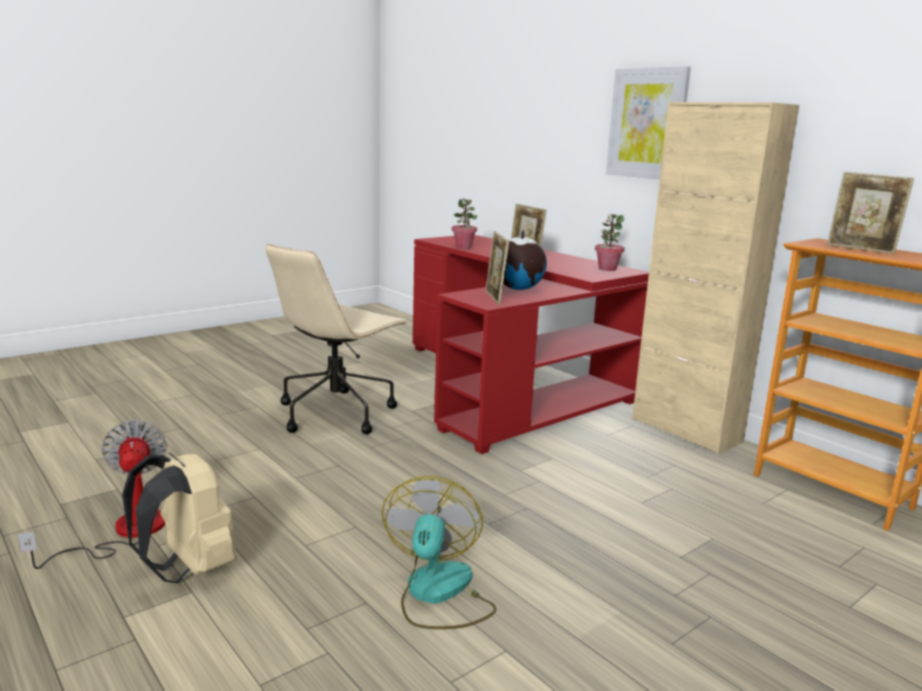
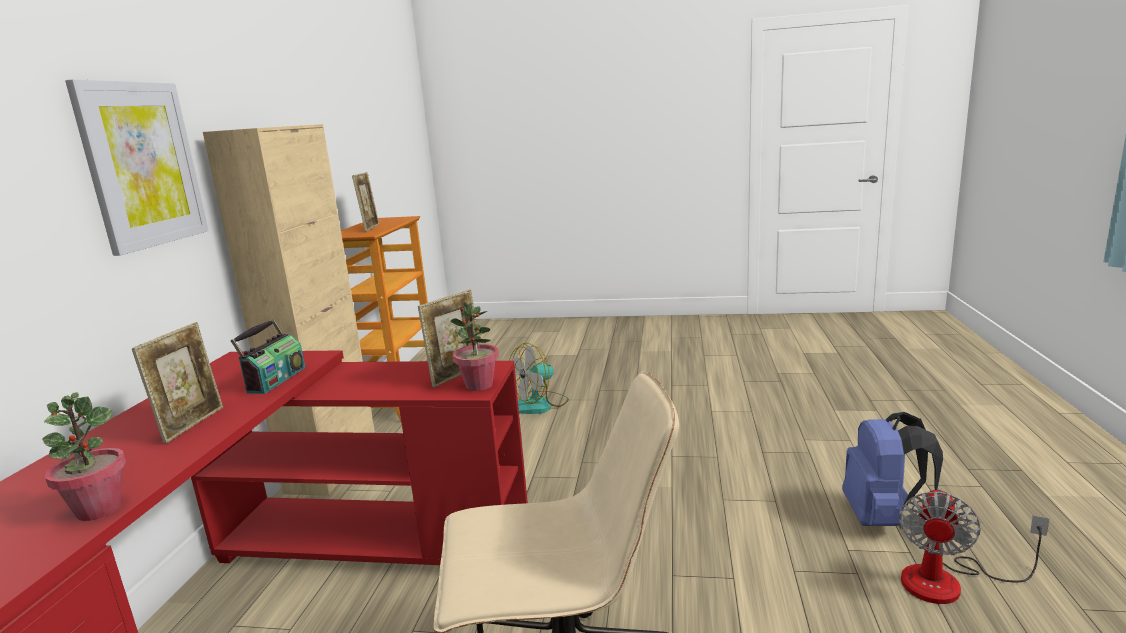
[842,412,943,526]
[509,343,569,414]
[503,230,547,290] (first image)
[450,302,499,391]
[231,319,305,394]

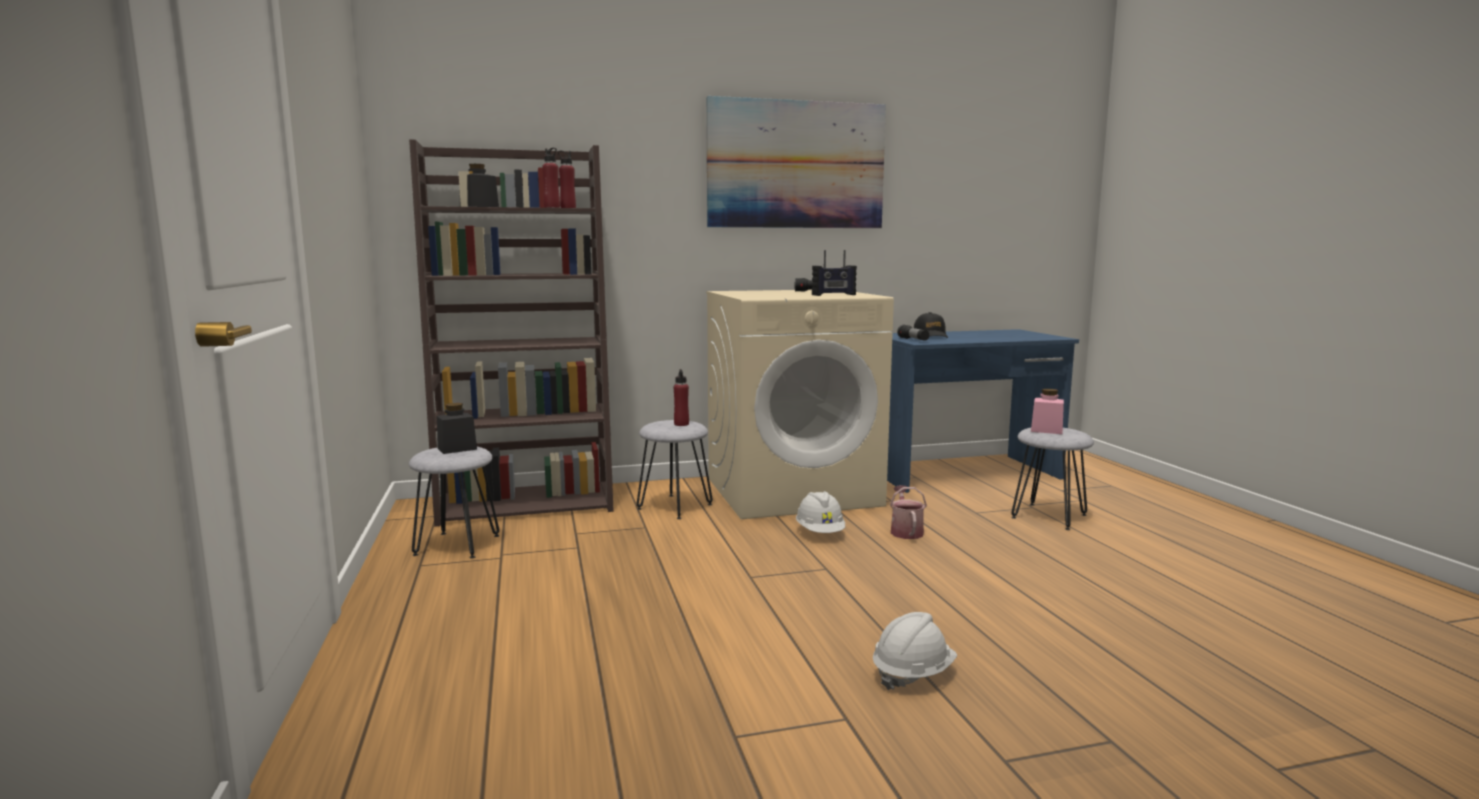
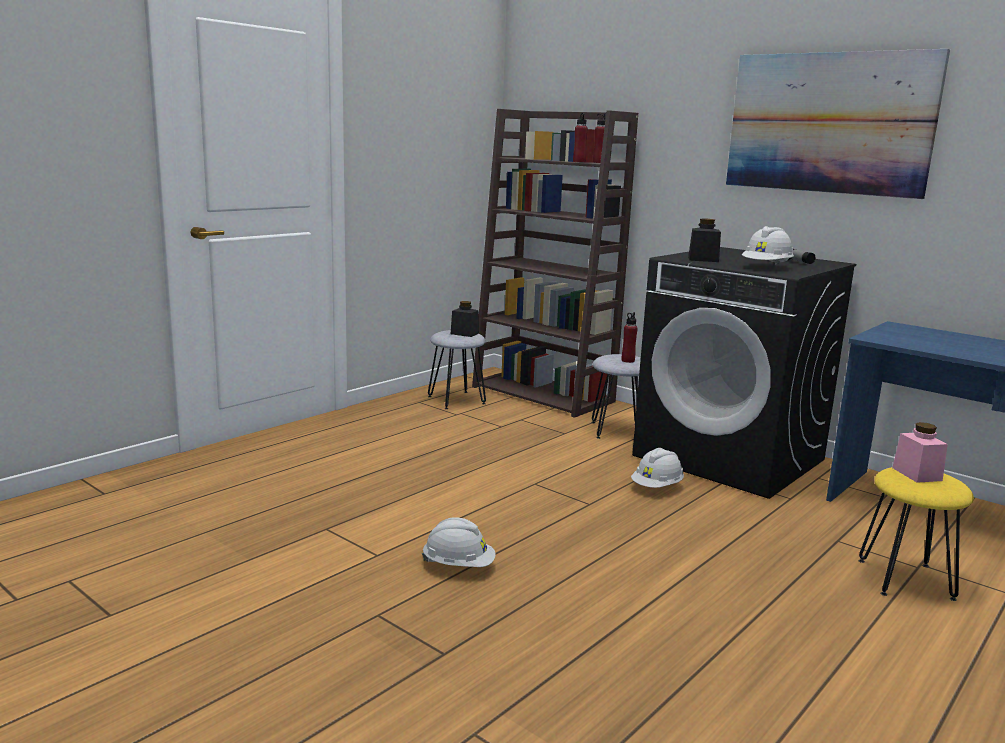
[688,218,721,262]
[632,247,856,499]
[742,226,794,265]
[890,485,927,539] (first image)
[897,325,929,341] (first image)
[914,312,948,338] (first image)
[859,467,974,601]

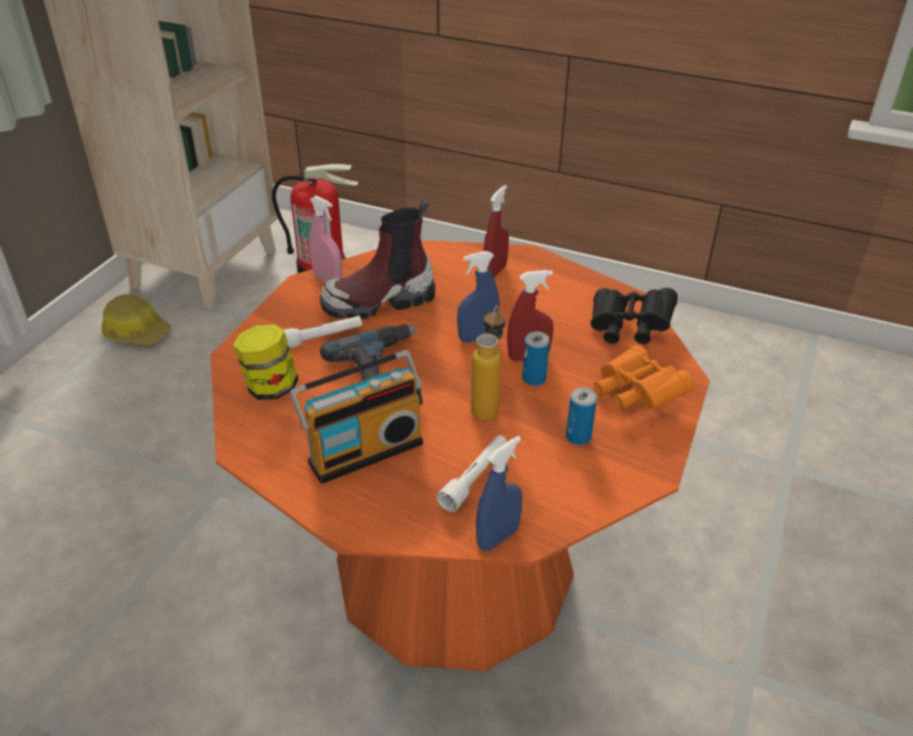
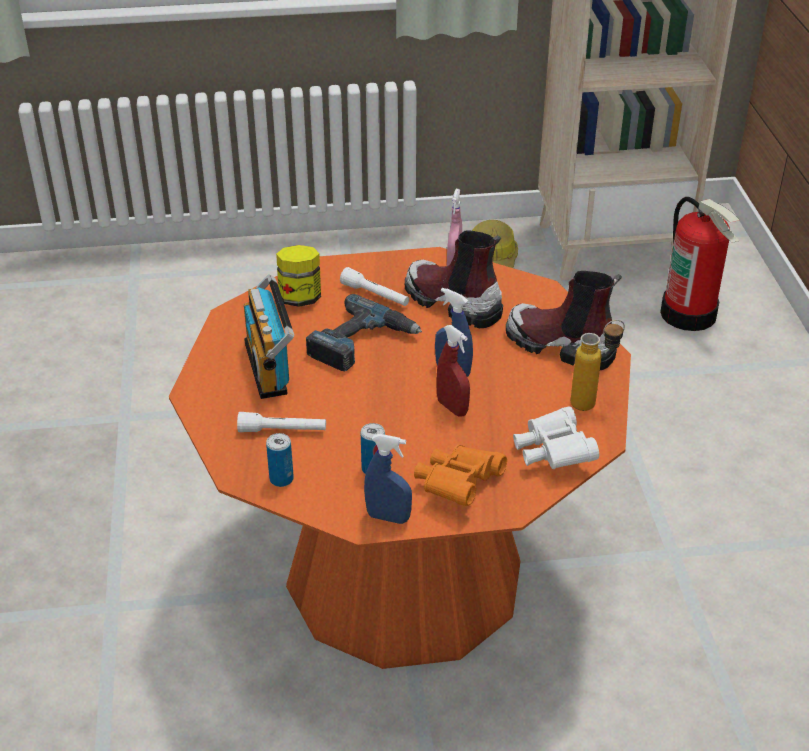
[244,274,294,399]
[571,320,625,411]
[364,434,412,524]
[506,271,622,370]
[266,433,294,487]
[513,406,599,469]

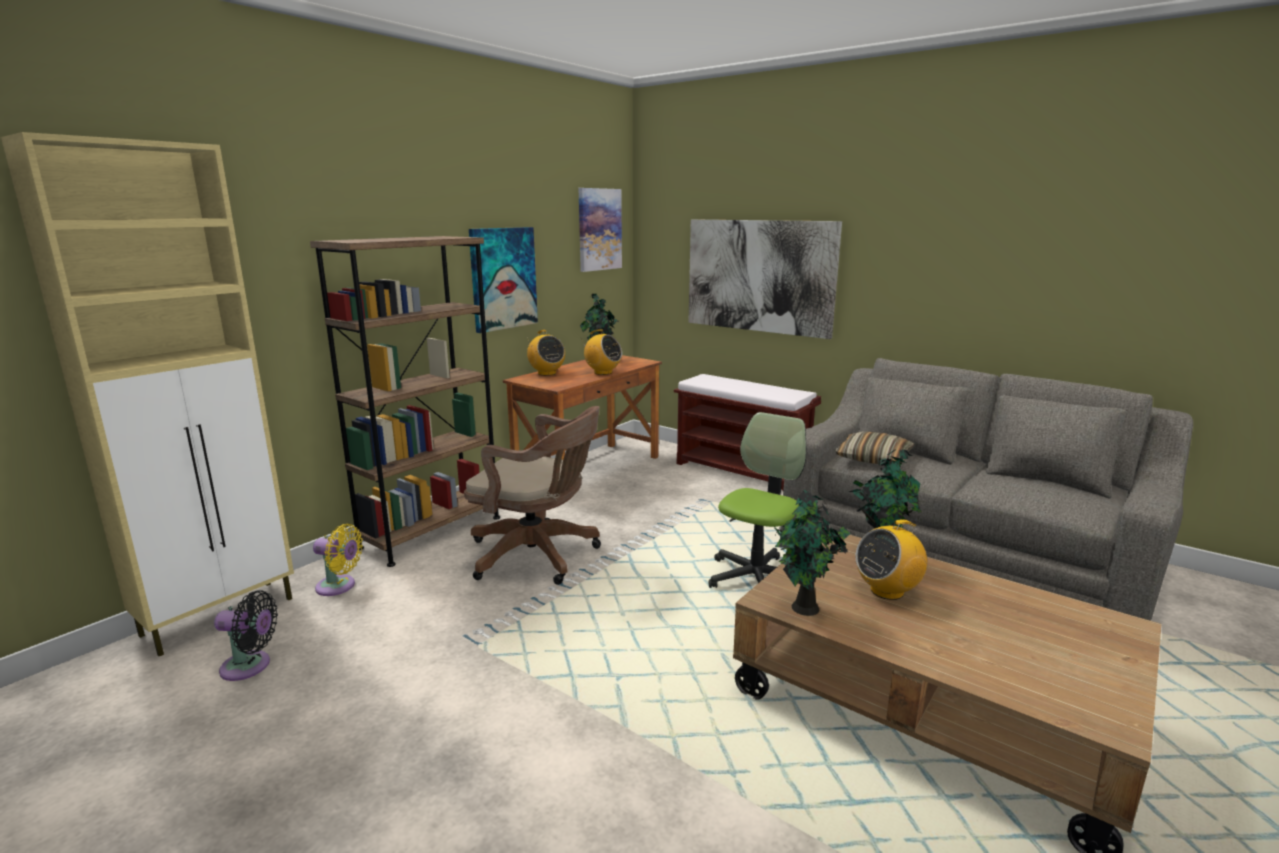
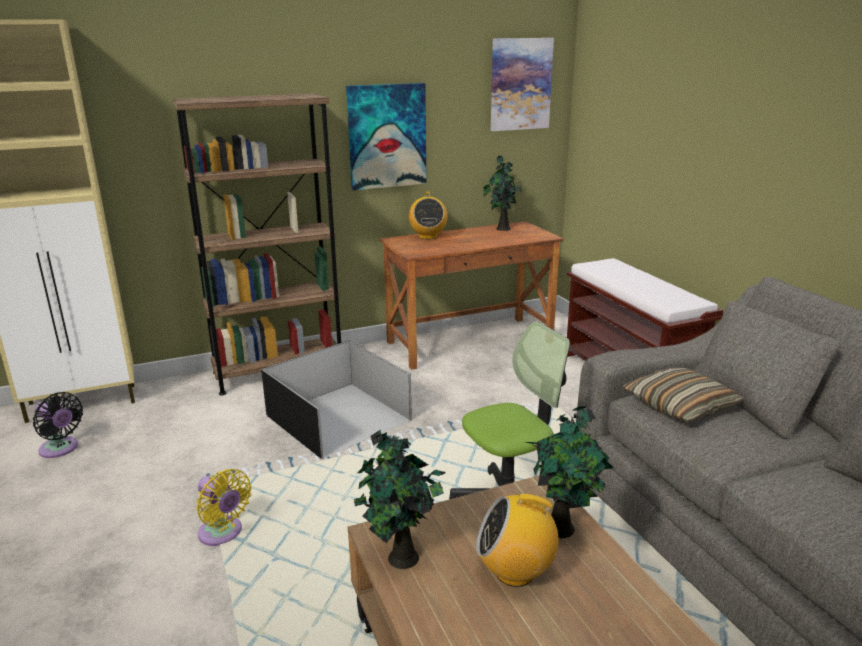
[196,469,252,546]
[261,340,412,459]
[580,329,622,375] (first image)
[688,219,842,339] (first image)

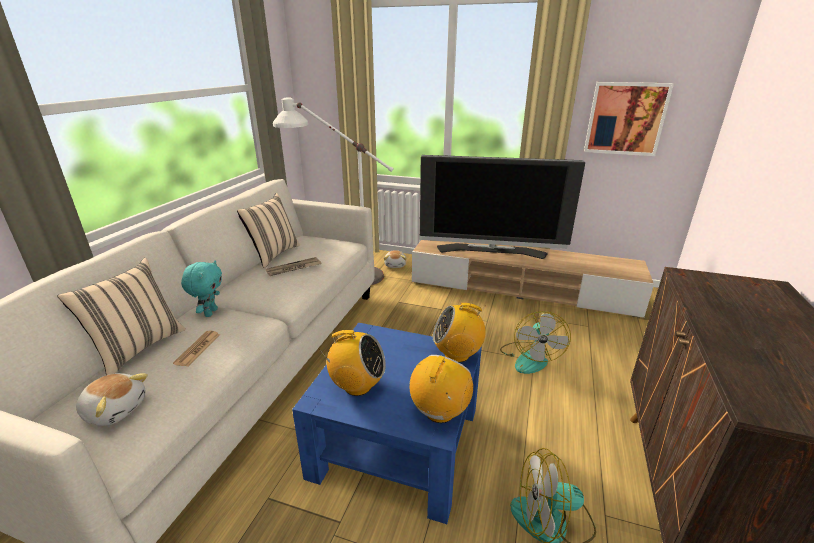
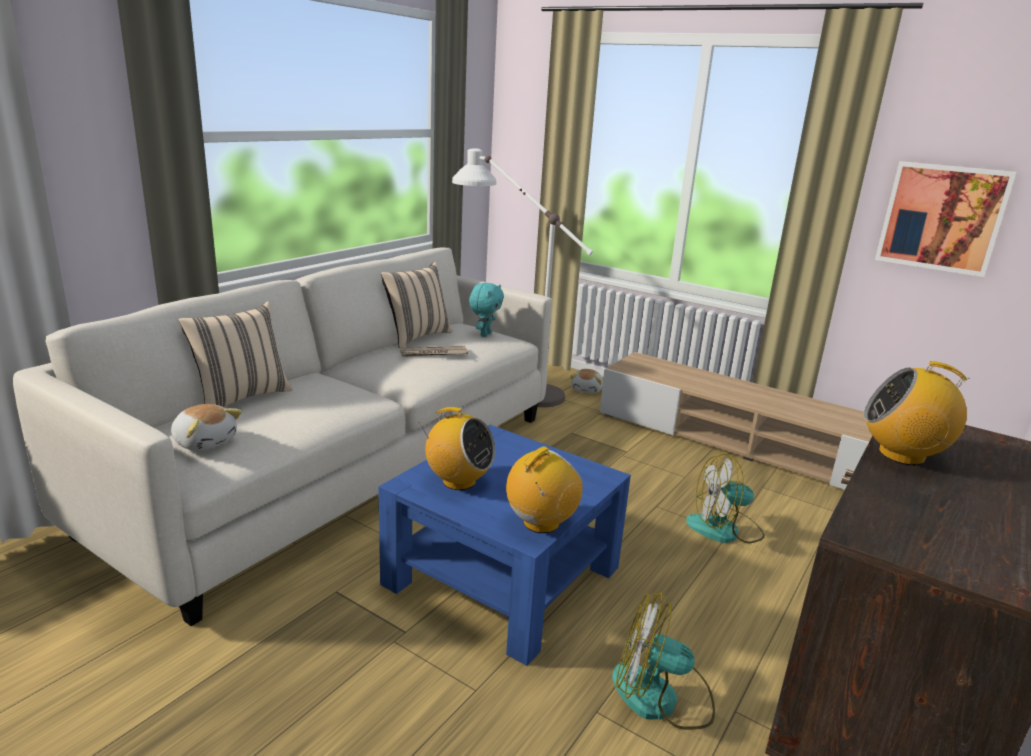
[173,331,220,367] (first image)
[469,283,504,337]
[420,155,585,259] (first image)
[864,361,970,466]
[686,453,765,543]

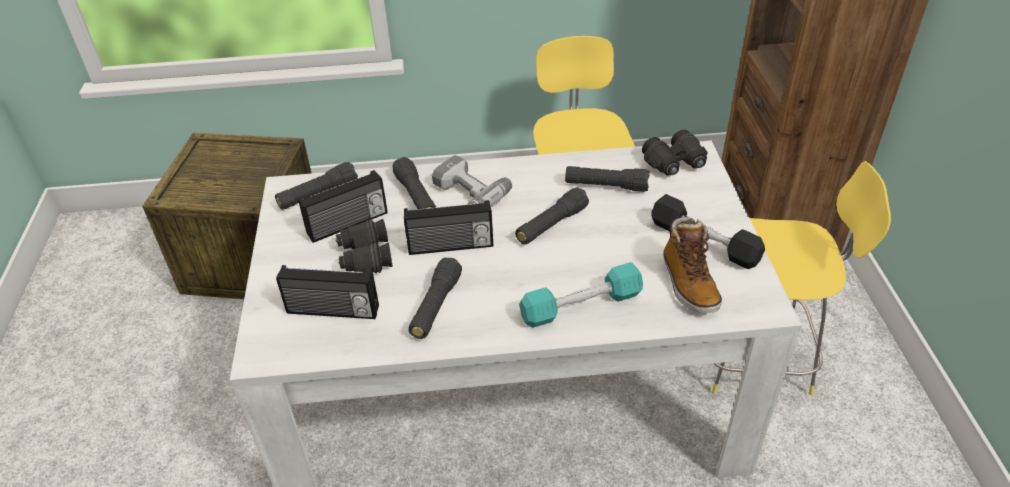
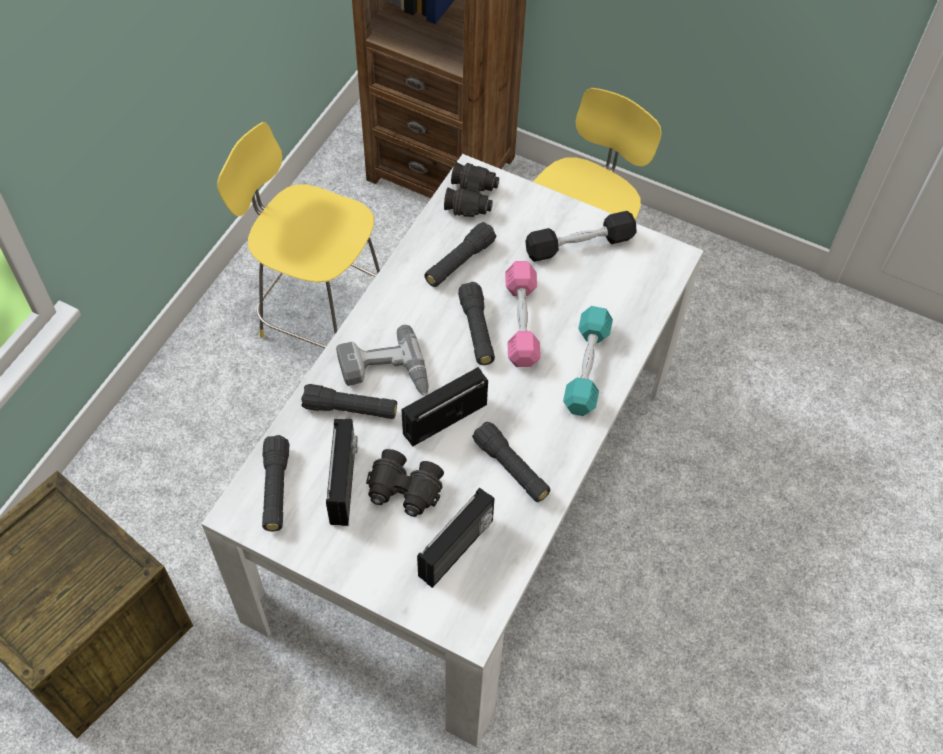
[402,367,488,447]
[663,216,722,313] (first image)
[505,261,541,367]

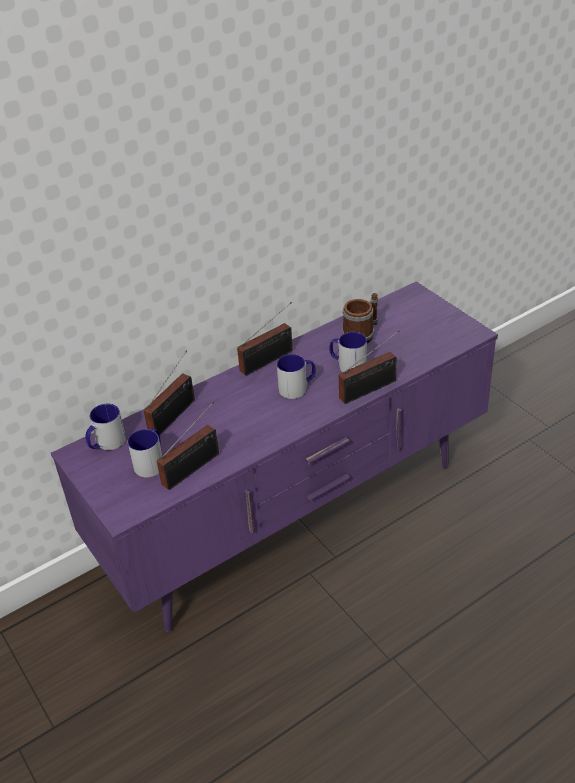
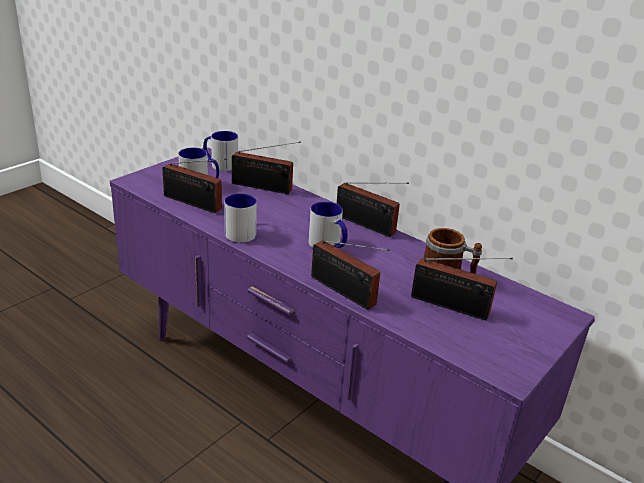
[224,193,257,243]
[411,258,513,320]

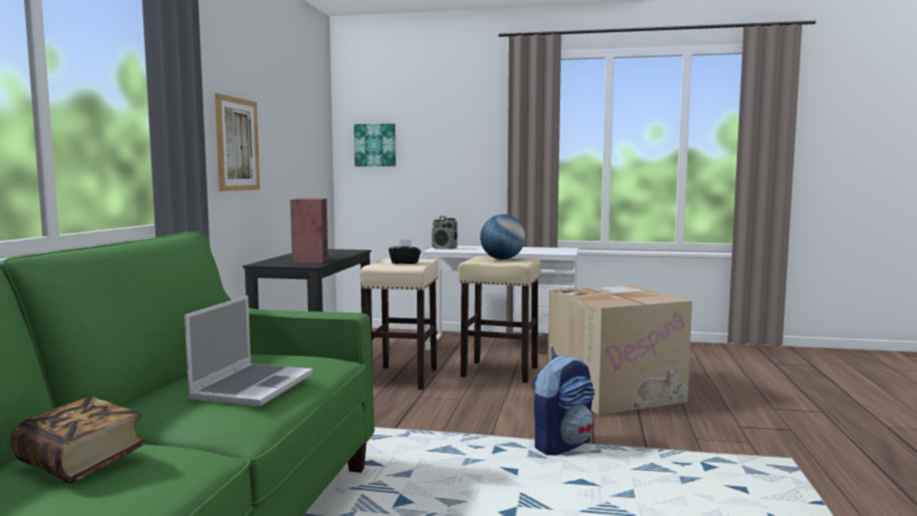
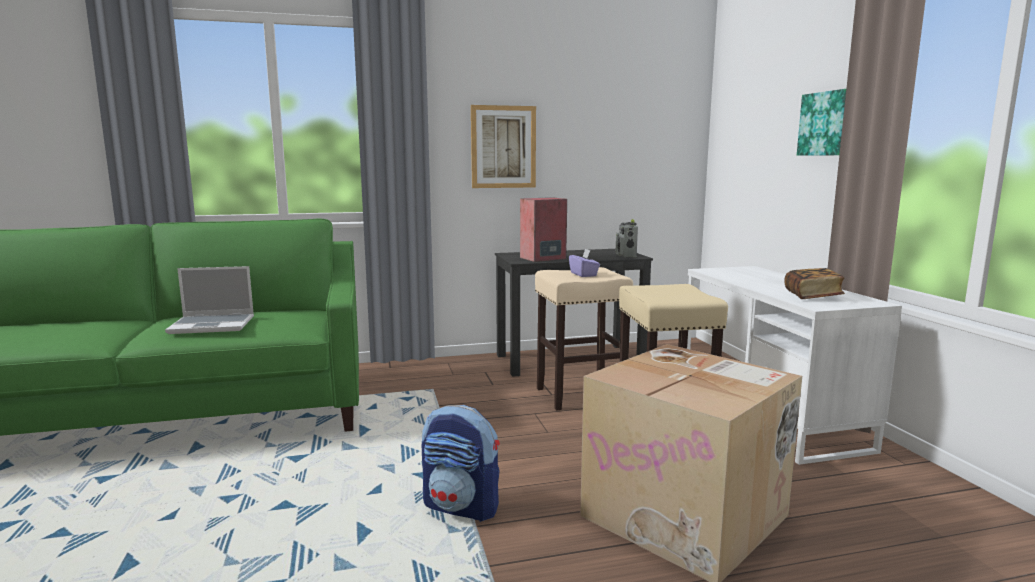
[784,268,845,299]
[797,89,846,156]
[569,249,600,277]
[616,219,638,258]
[480,214,525,260] (first image)

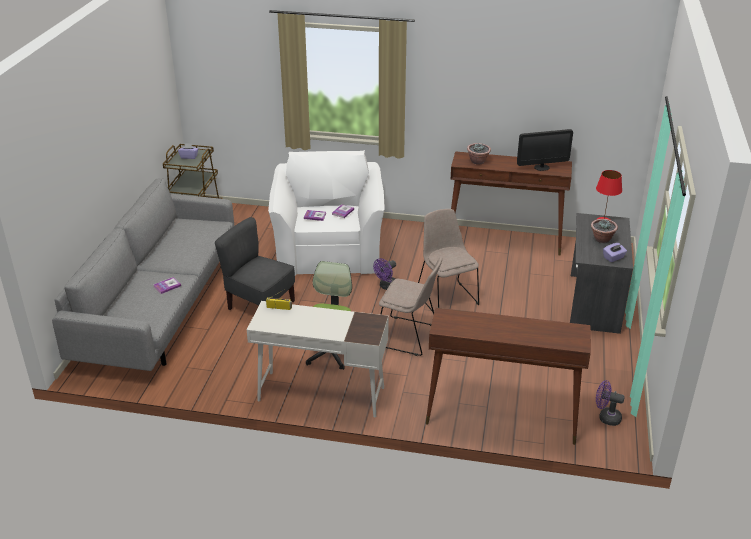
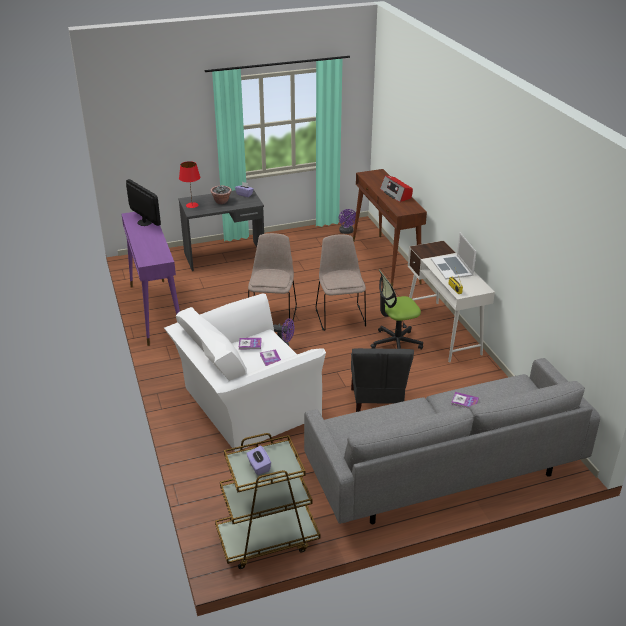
[248,233,297,325]
[121,212,180,346]
[467,143,491,165] (first image)
[380,175,413,202]
[431,232,476,279]

